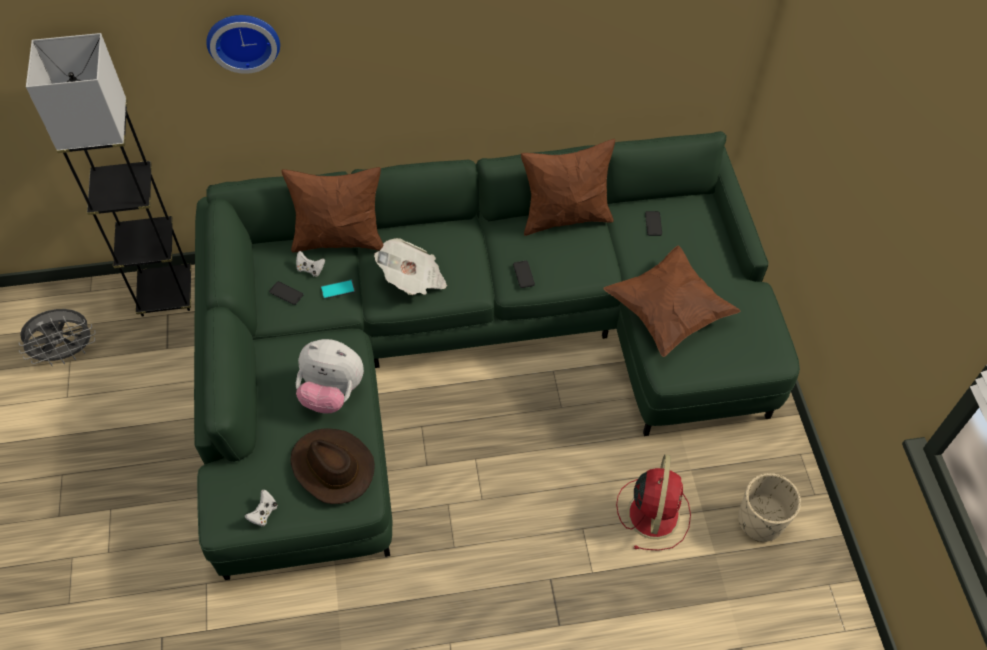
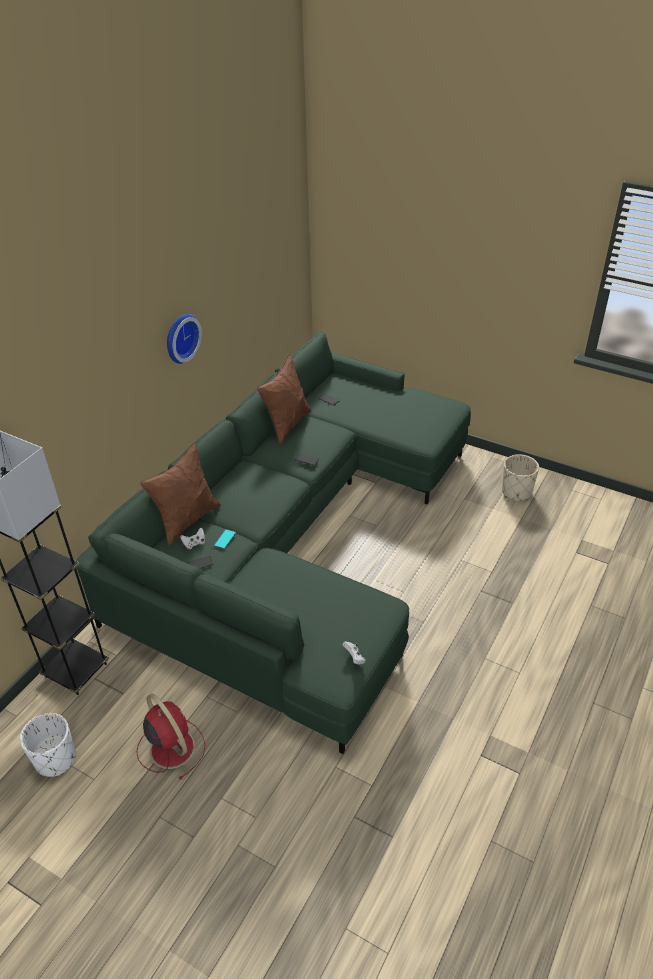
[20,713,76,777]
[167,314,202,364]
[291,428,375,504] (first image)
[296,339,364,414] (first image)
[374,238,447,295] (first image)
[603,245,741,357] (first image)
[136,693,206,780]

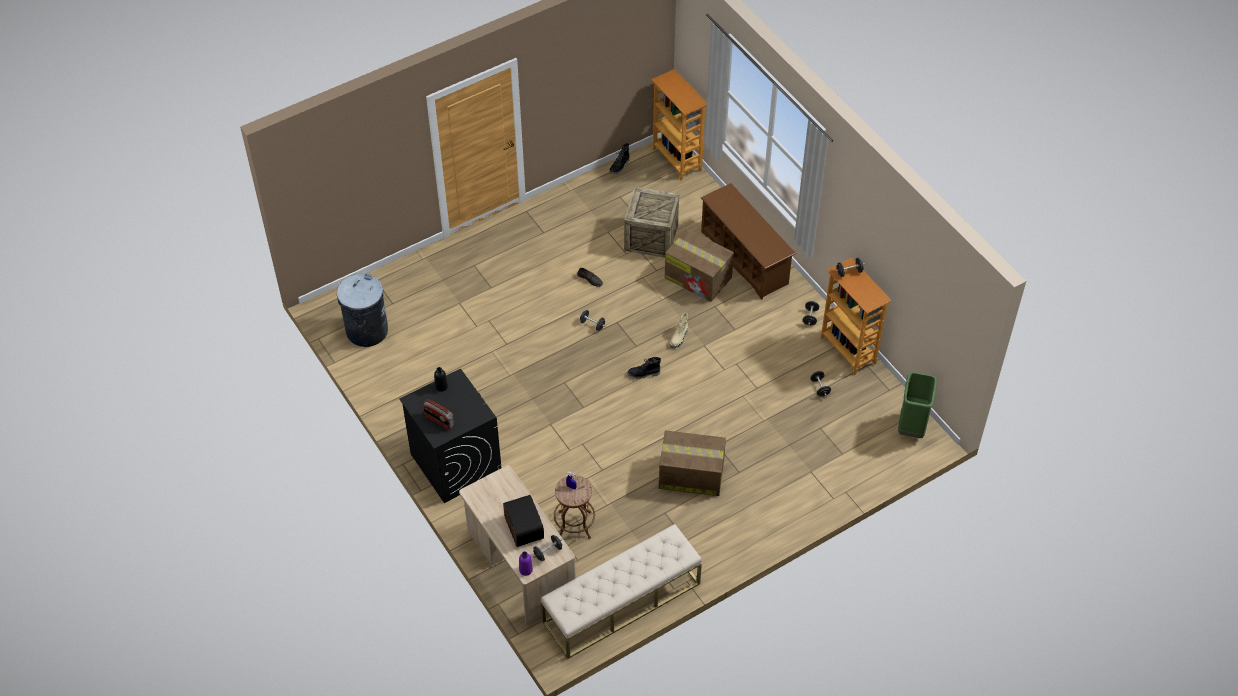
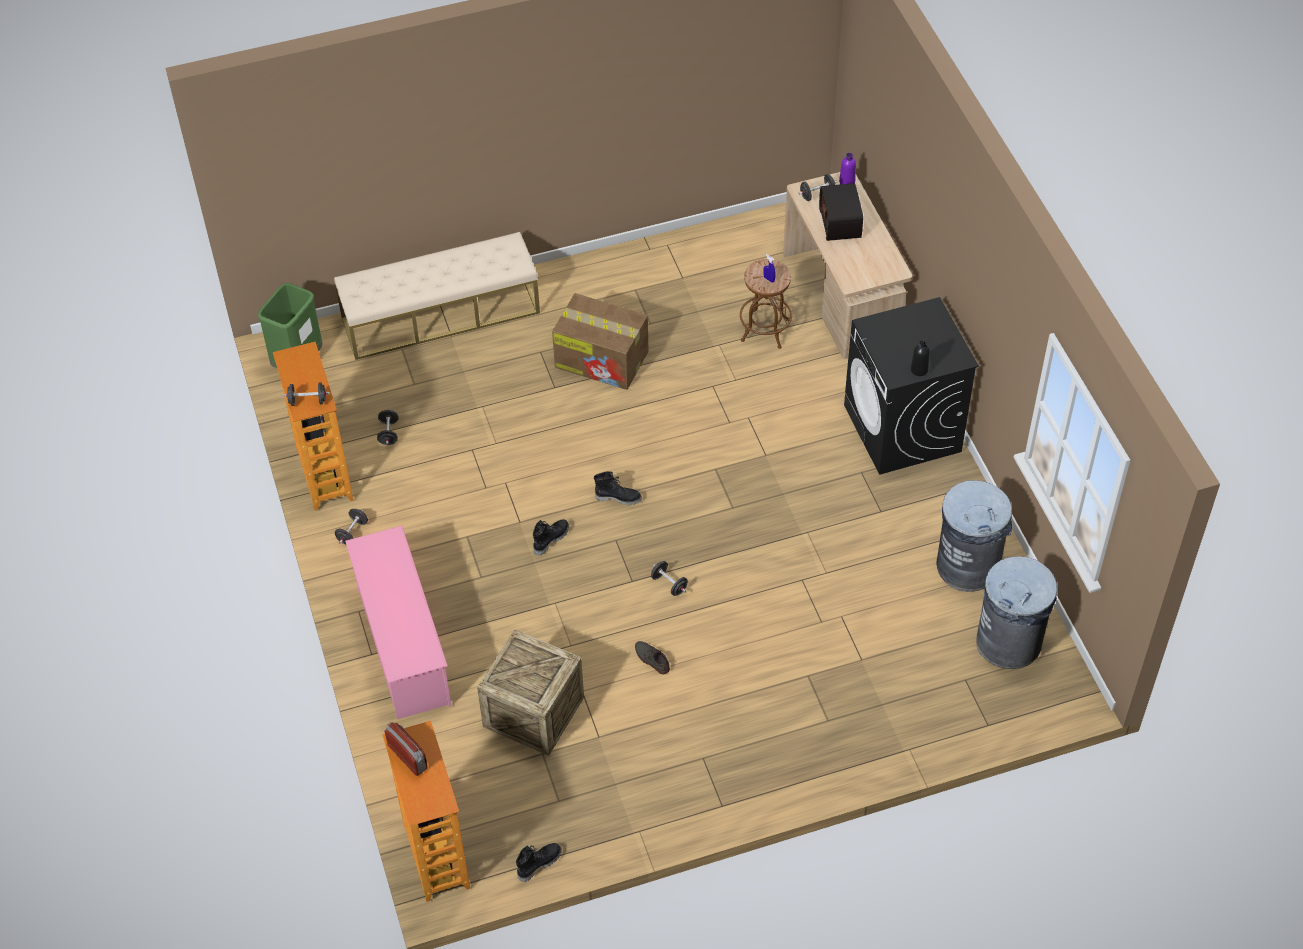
[385,722,428,776]
[334,232,540,360]
[665,229,734,302] (first image)
[533,519,569,556]
[345,526,452,719]
[936,480,1012,592]

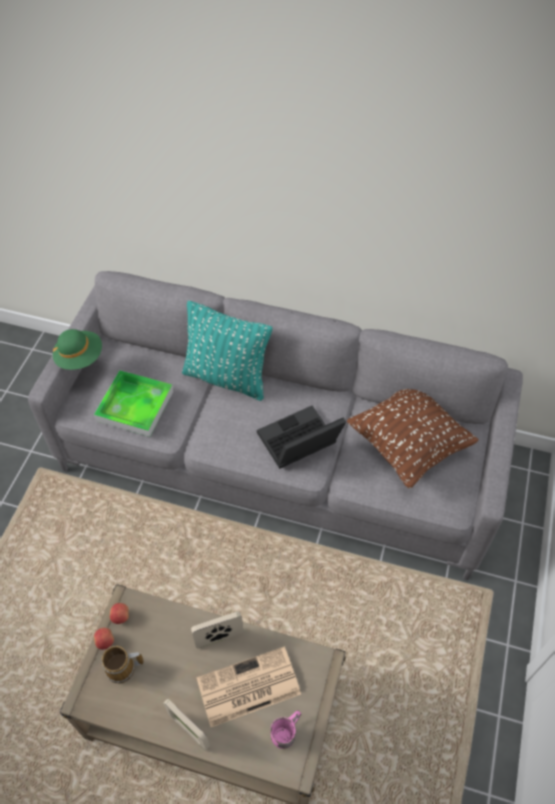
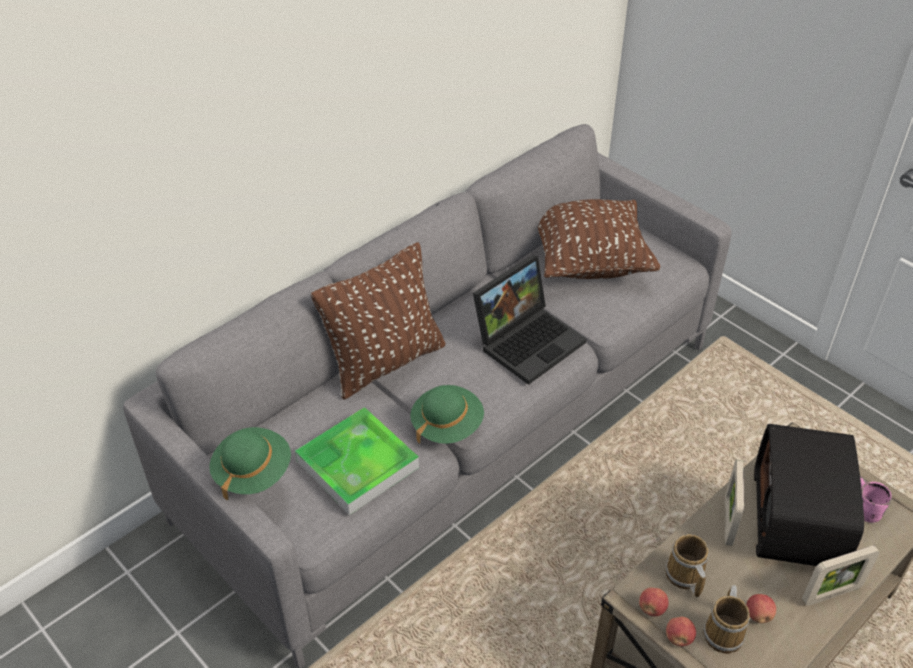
[311,242,445,399]
[754,424,865,566]
[473,255,586,385]
[410,385,484,444]
[666,534,709,597]
[746,594,776,623]

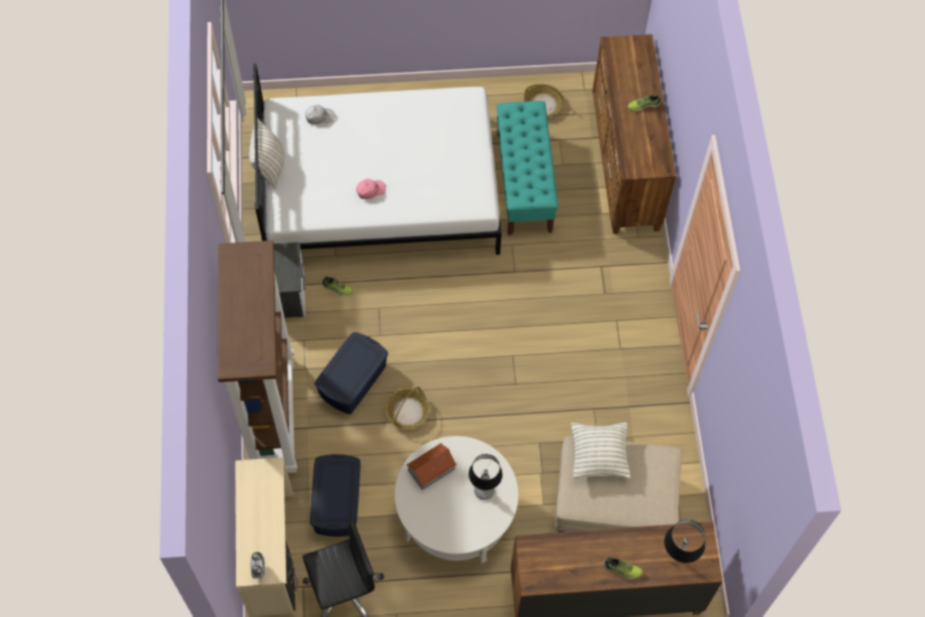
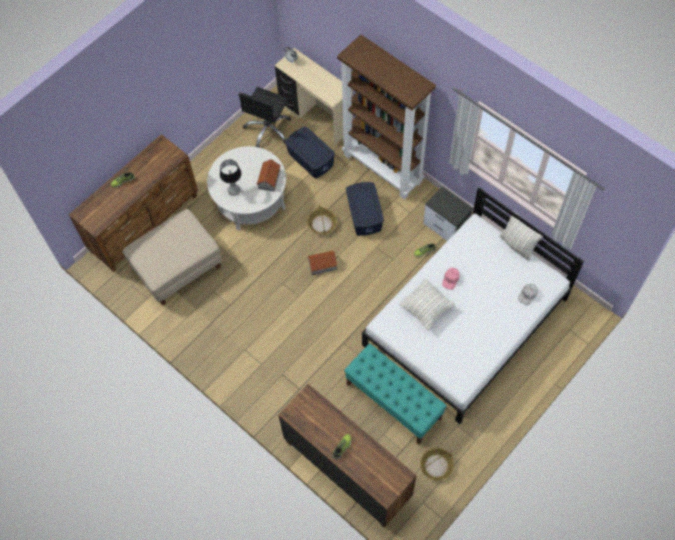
[398,278,455,330]
[664,519,706,563] (first image)
[307,251,337,275]

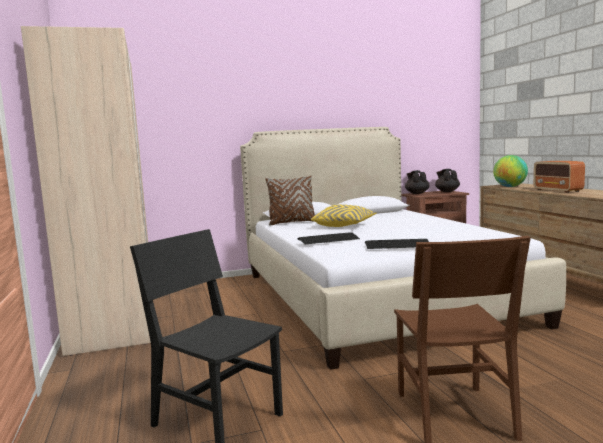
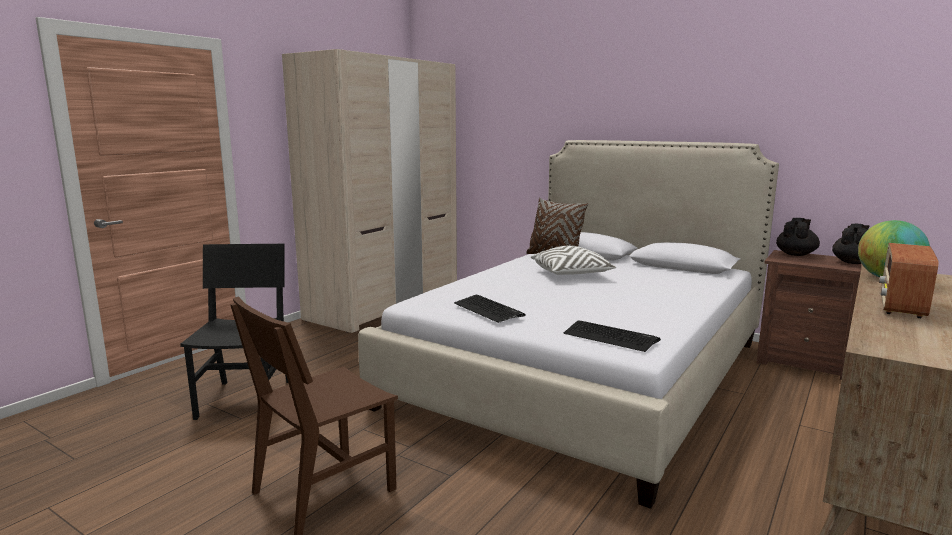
[564,321,661,352]
[531,246,616,275]

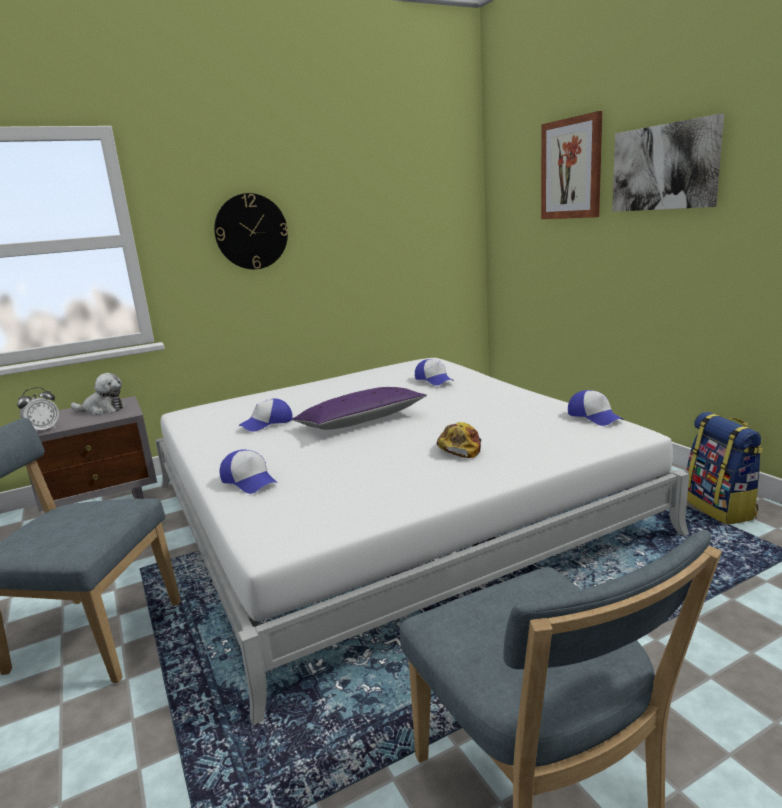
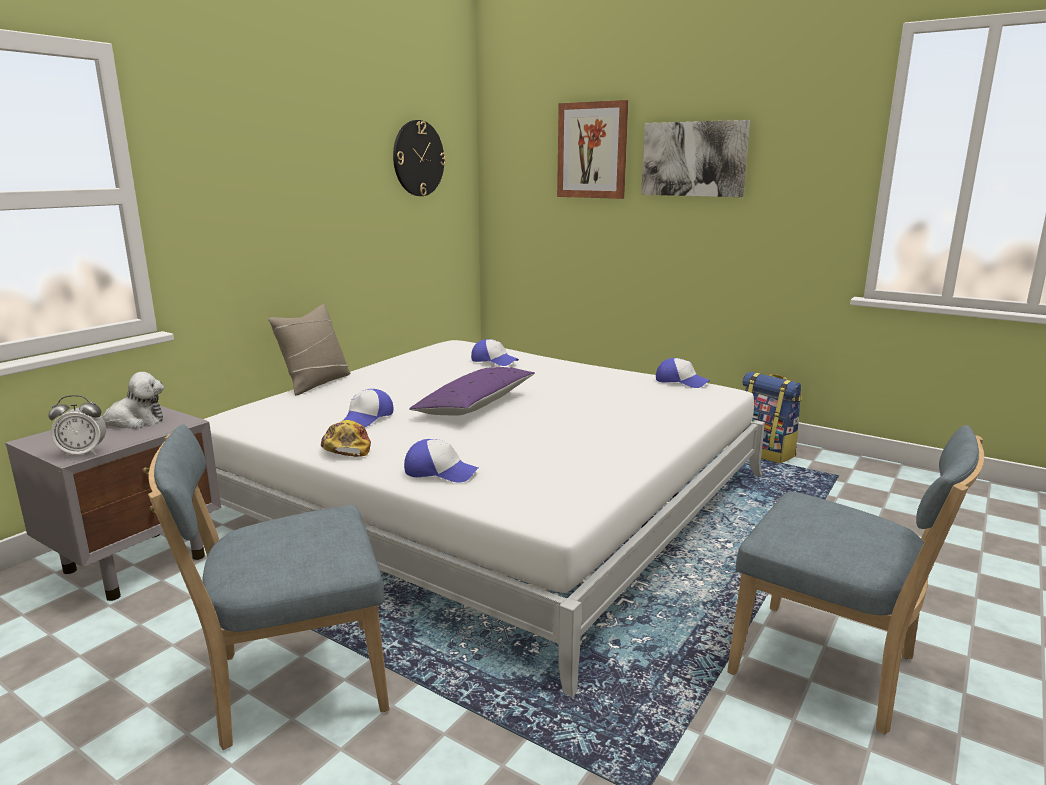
[48,395,106,457]
[393,120,446,196]
[321,420,371,457]
[268,304,350,395]

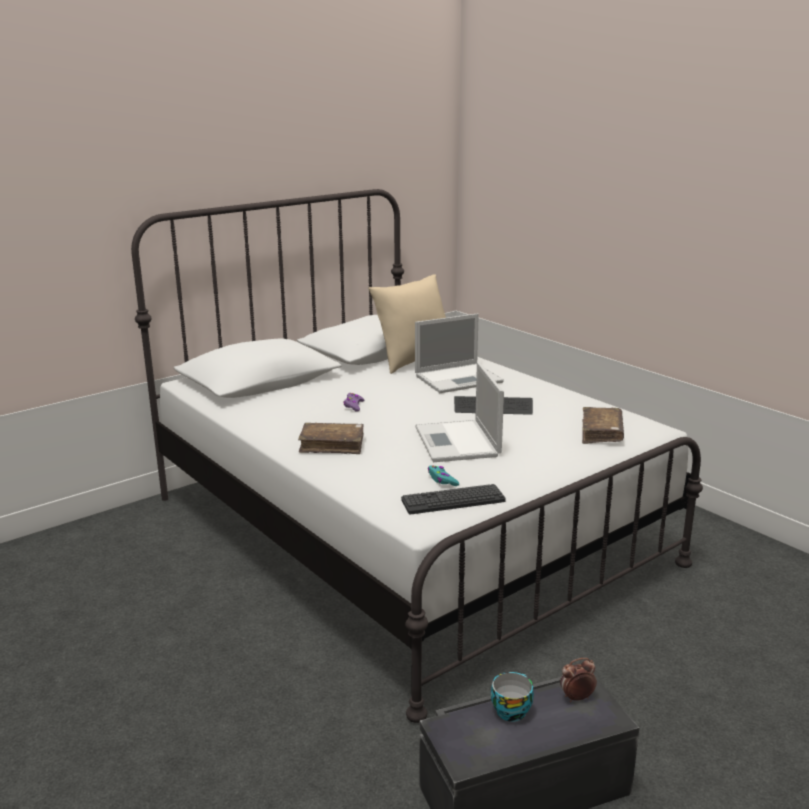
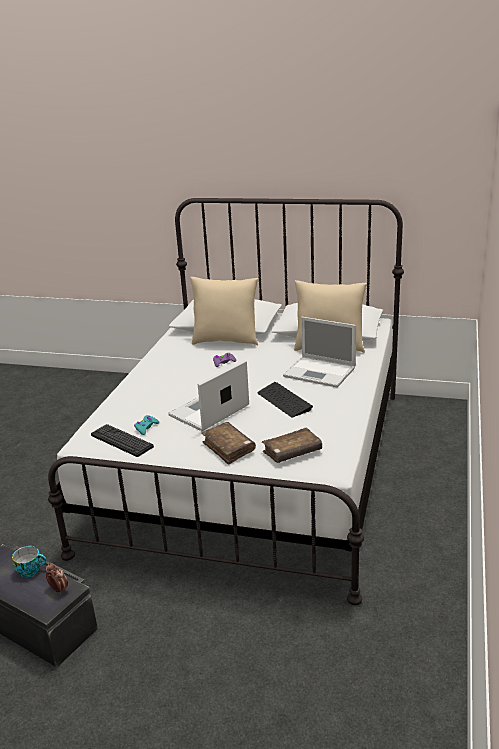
[201,422,256,465]
[190,277,258,346]

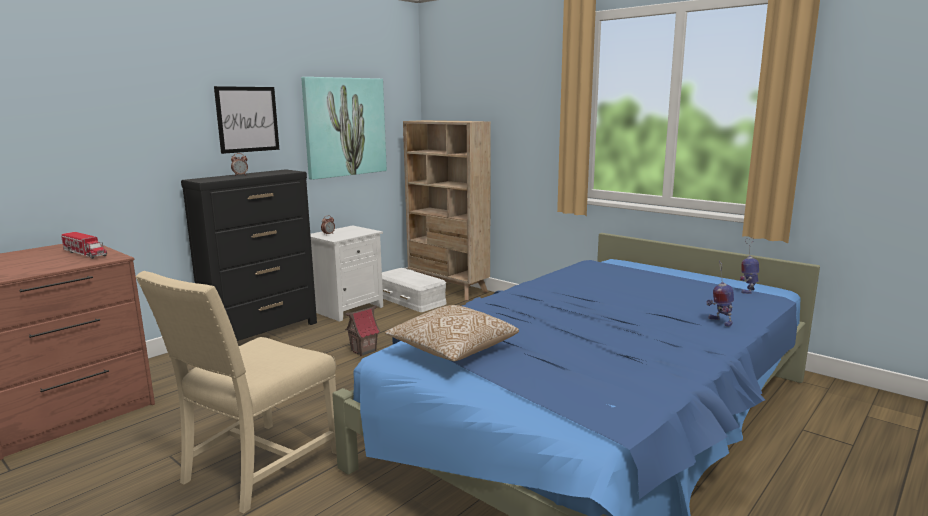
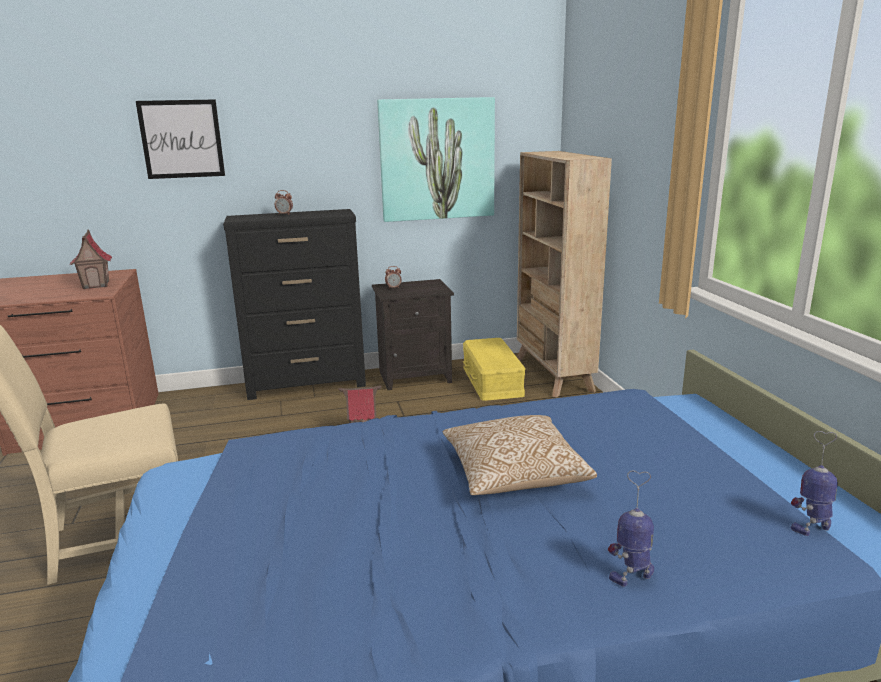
[69,230,112,289]
[136,100,225,179]
[372,279,454,390]
[463,338,526,401]
[443,415,597,495]
[608,470,654,587]

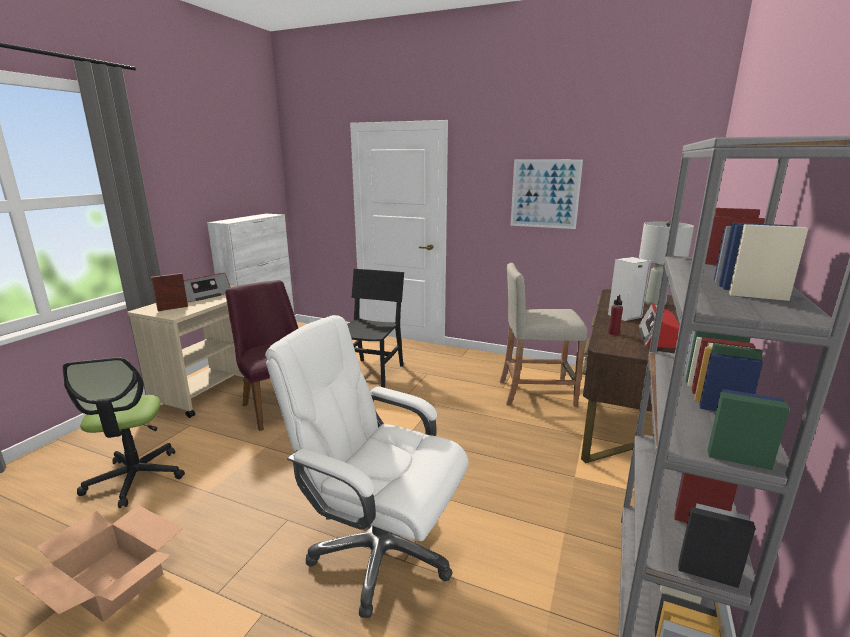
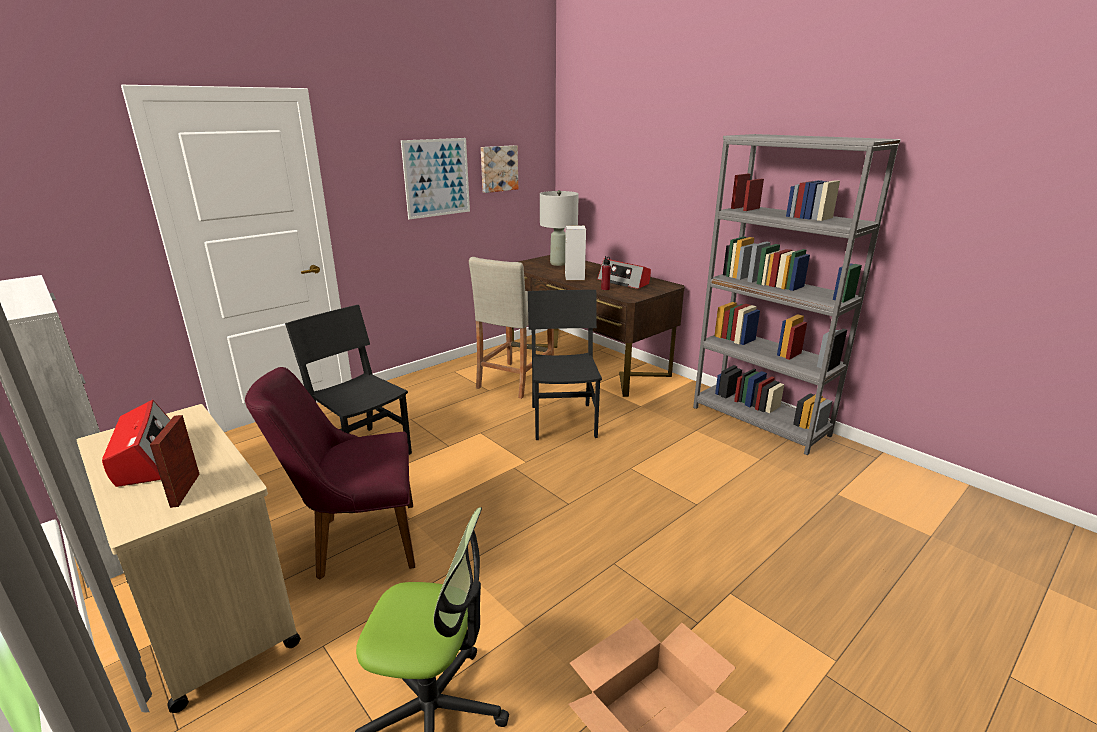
[265,315,469,618] (first image)
[481,145,518,193]
[528,290,602,440]

